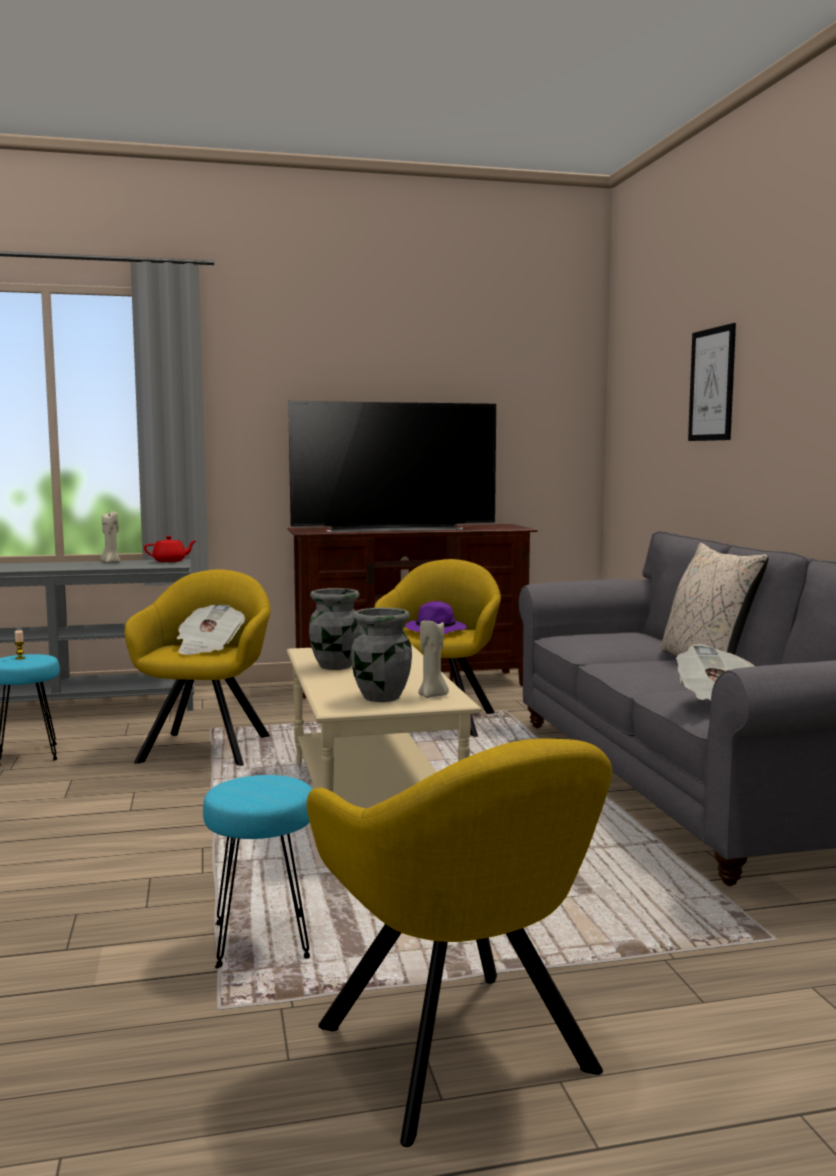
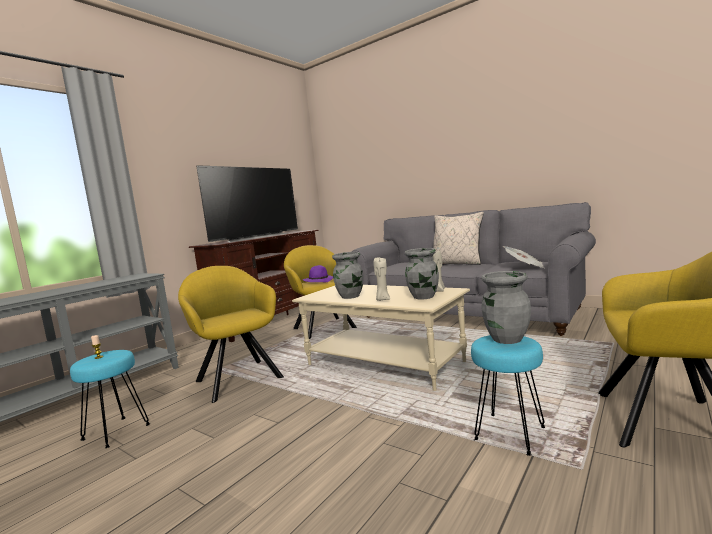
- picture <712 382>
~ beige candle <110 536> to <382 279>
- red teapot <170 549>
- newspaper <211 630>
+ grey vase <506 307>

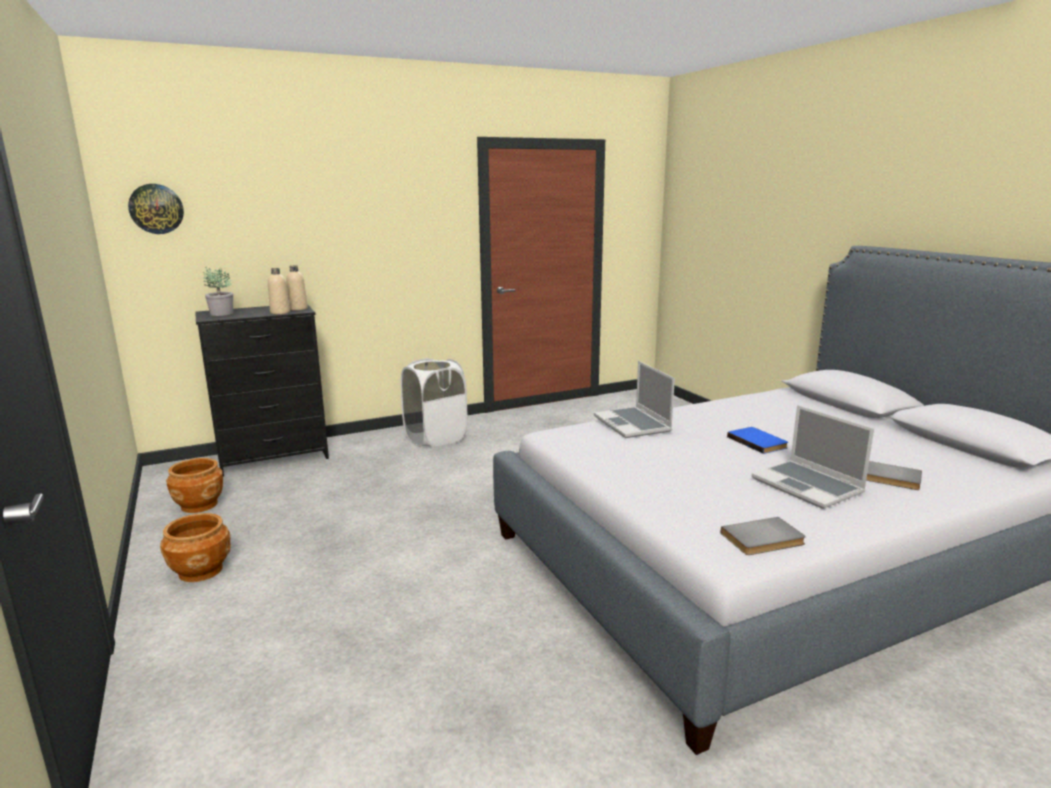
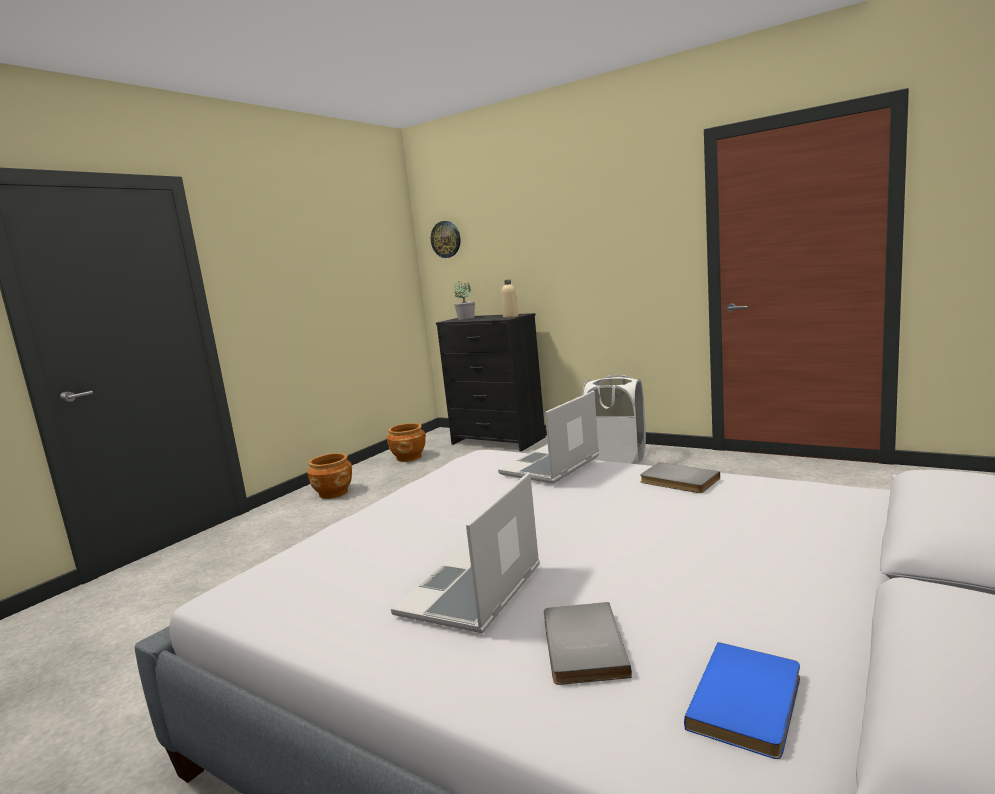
- beige bottle <279 291>
~ blue book <757 440> to <742 700>
~ grey book <763 536> to <680 477>

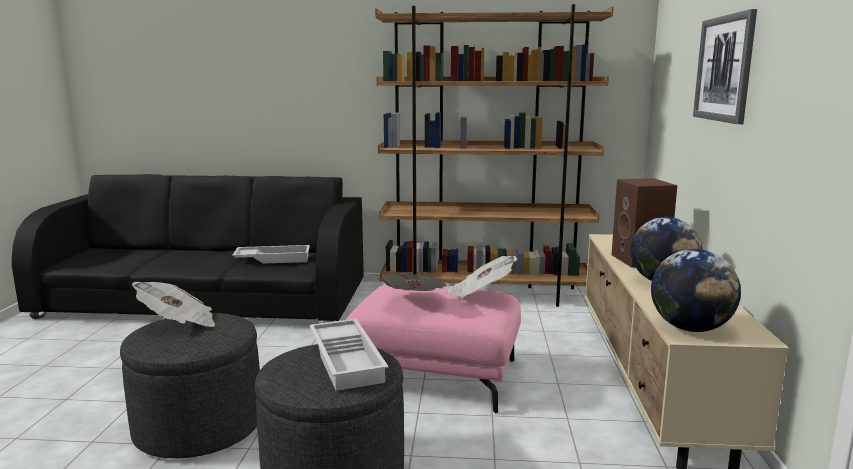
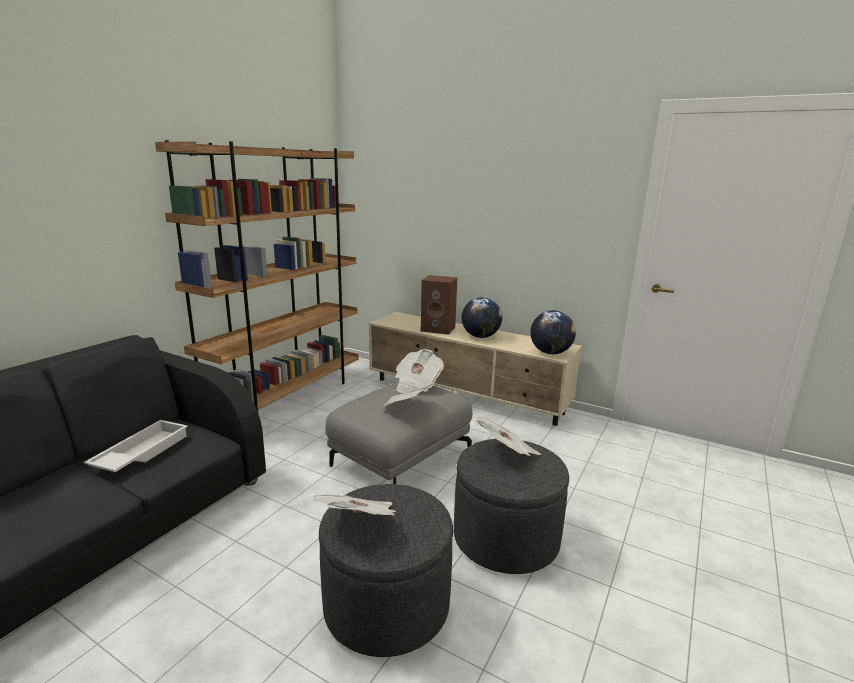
- picture <725 66>
~ pink ottoman <433 349> to grey ottoman <398 433>
~ white tray <349 355> to newspaper <507 436>

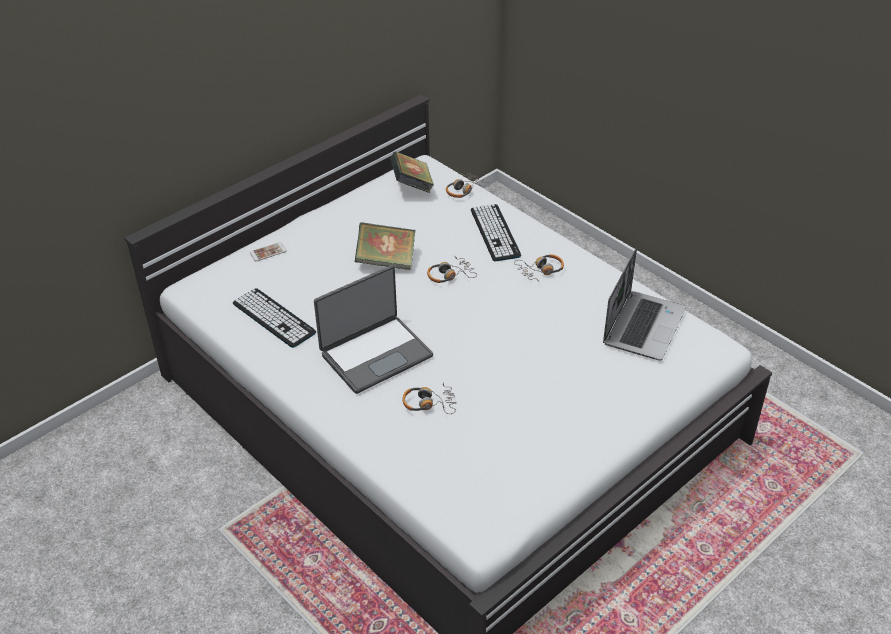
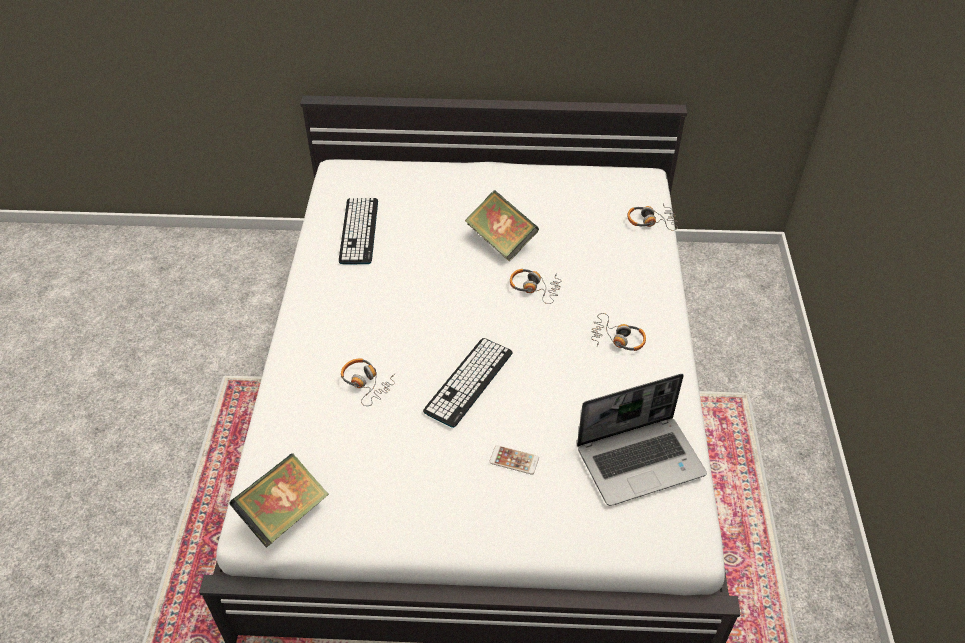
~ book <412 172> to <279 500>
~ keyboard <496 232> to <468 383>
~ phone <268 251> to <514 460>
- laptop <373 329>

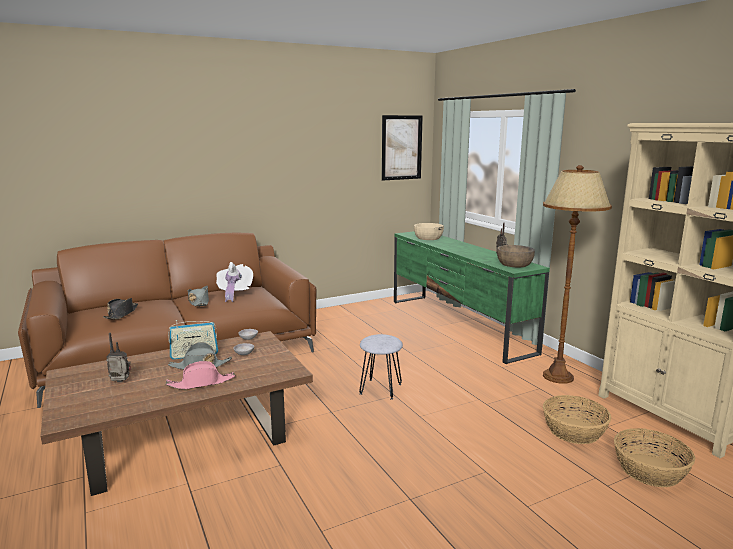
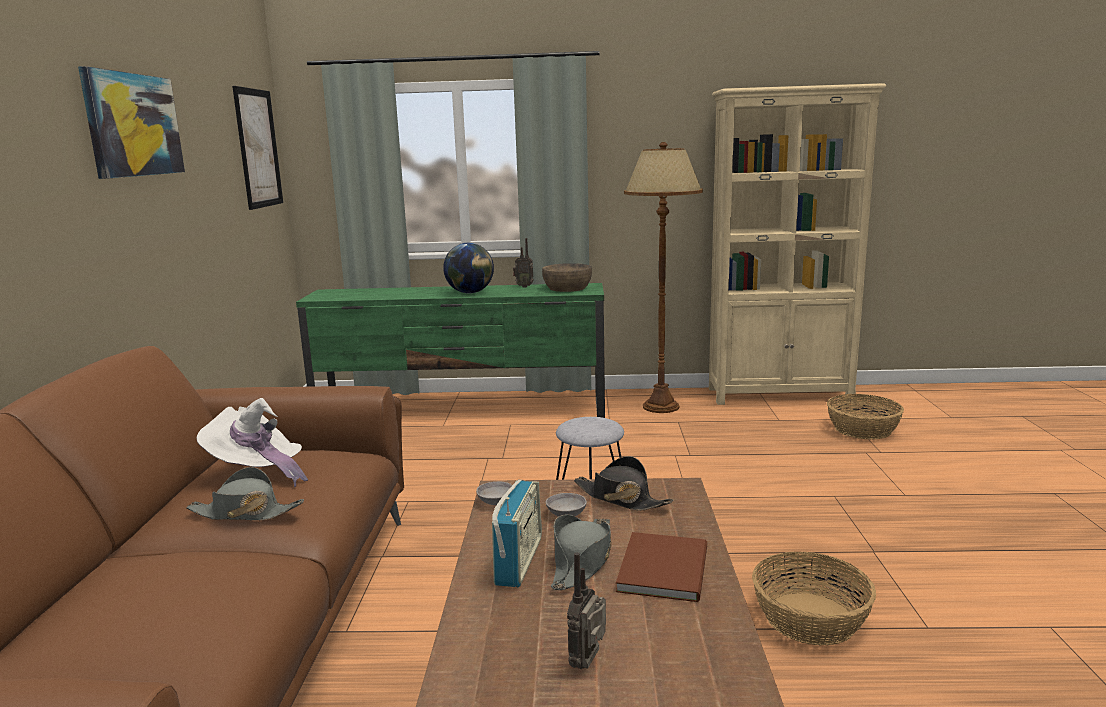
- beige bowl <429 231>
~ black hat <120 309> to <623 483>
~ pink hat <200 375> to brown book <661 567>
~ basket <577 419> to <814 598>
+ picture <131 122>
+ globe <468 268>

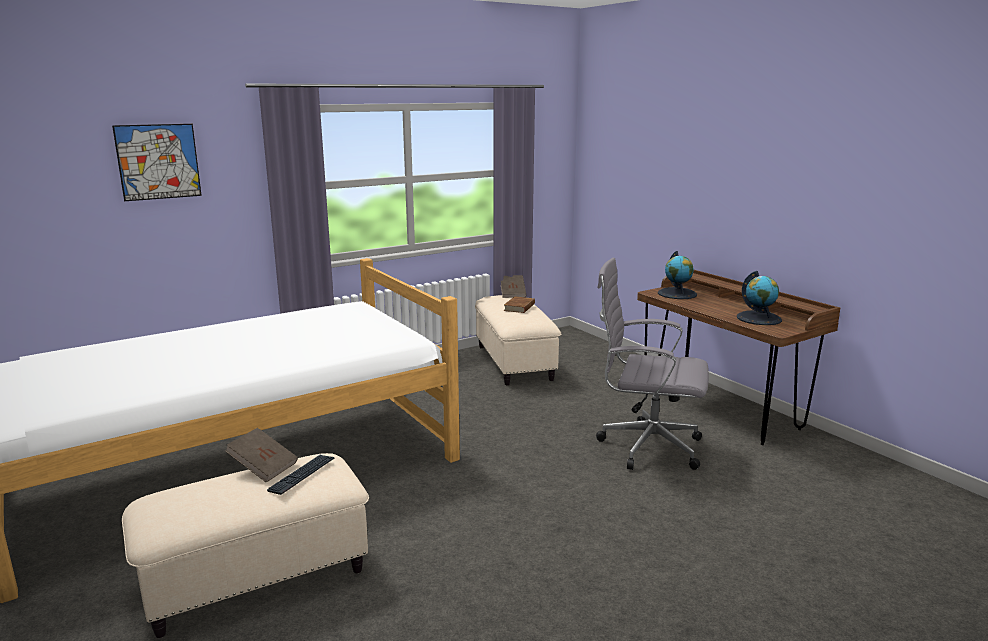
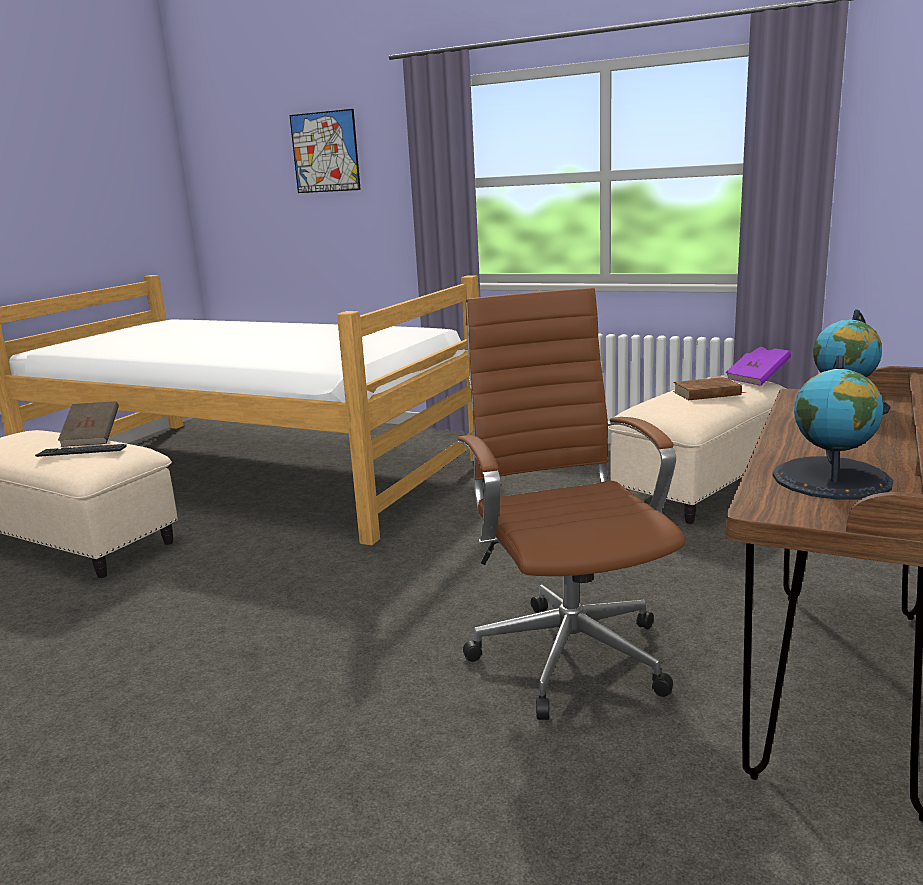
~ grey office chair <652 364> to brown office chair <571 504>
~ brown book <514 286> to purple book <758 366>

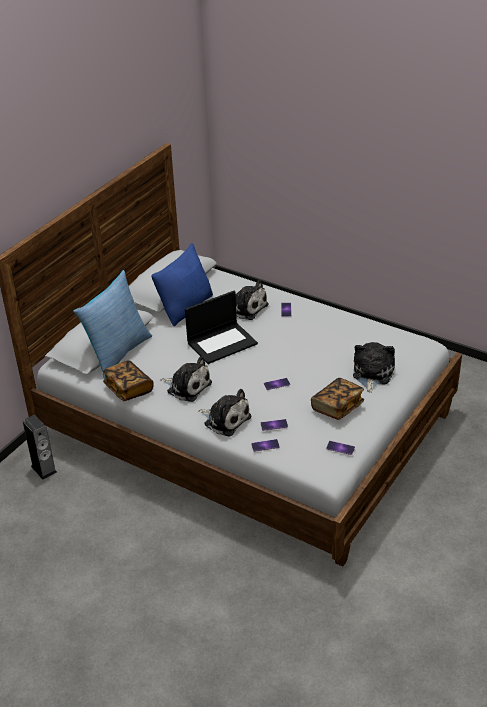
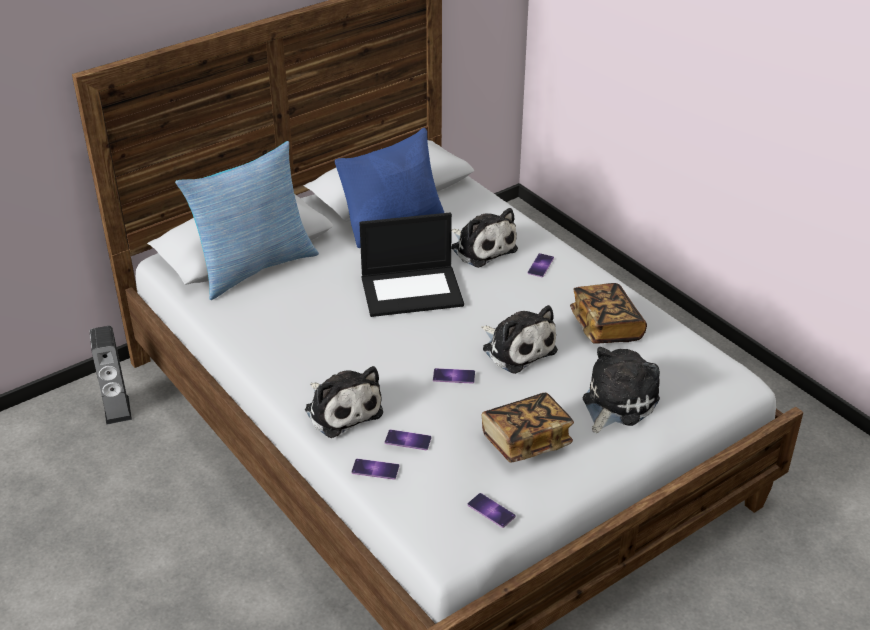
~ plush toy <186 379> to <519 339>
~ book <128 380> to <608 313>

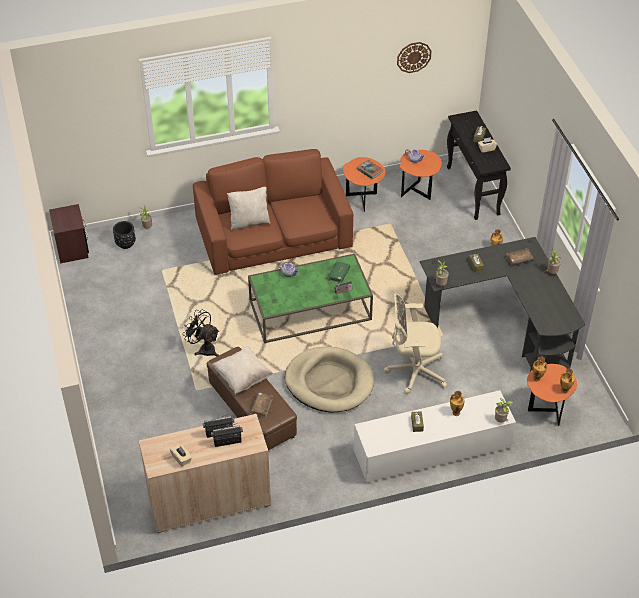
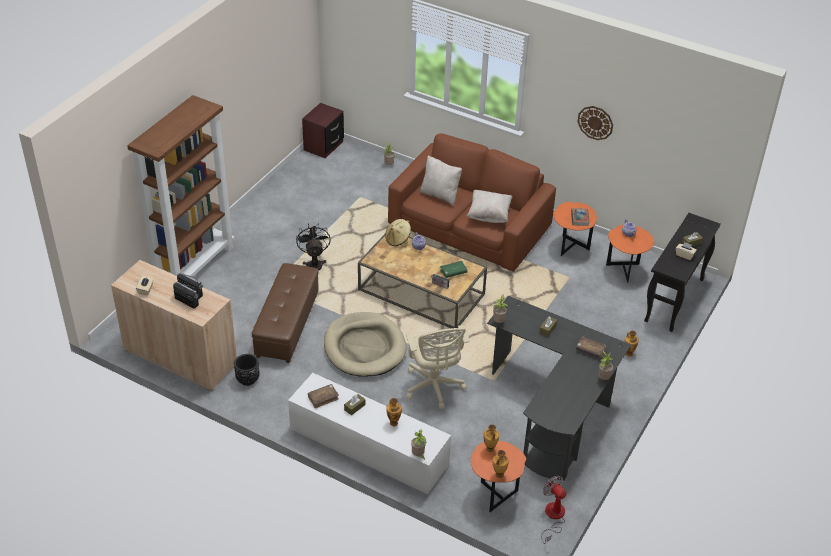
~ wall clock <414 57> to <595 123>
~ black planter <124 235> to <247 370>
~ green coffee table <310 298> to brown coffee table <422 281>
~ beige office chair <415 343> = <438 367> 150 degrees counterclockwise
~ beige pillow <242 370> to <489 206>
~ brown book <261 405> to <323 396>
+ brown bookcase <181 186>
+ beige hat <398 232>
+ fan <553 510>

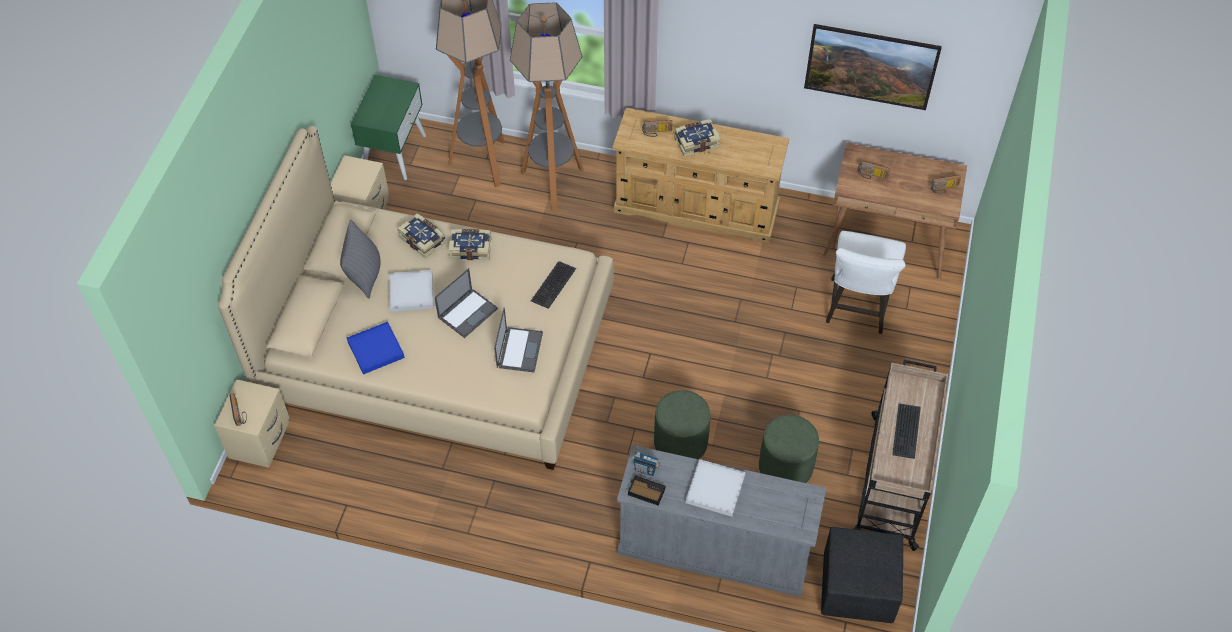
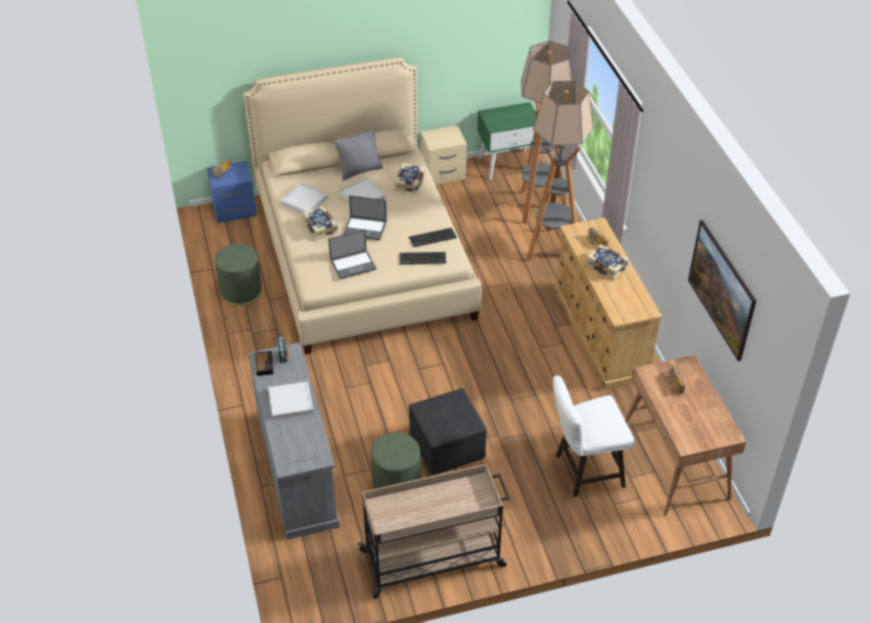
- radio <946 184>
~ book <469 244> to <320 223>
~ blue tray <376 348> to white tray <304 198>
~ beige nightstand <251 423> to blue nightstand <232 192>
~ green ottoman <682 424> to <238 275>
~ keyboard <906 431> to <433 237>
~ black ottoman <862 575> to <448 431>

